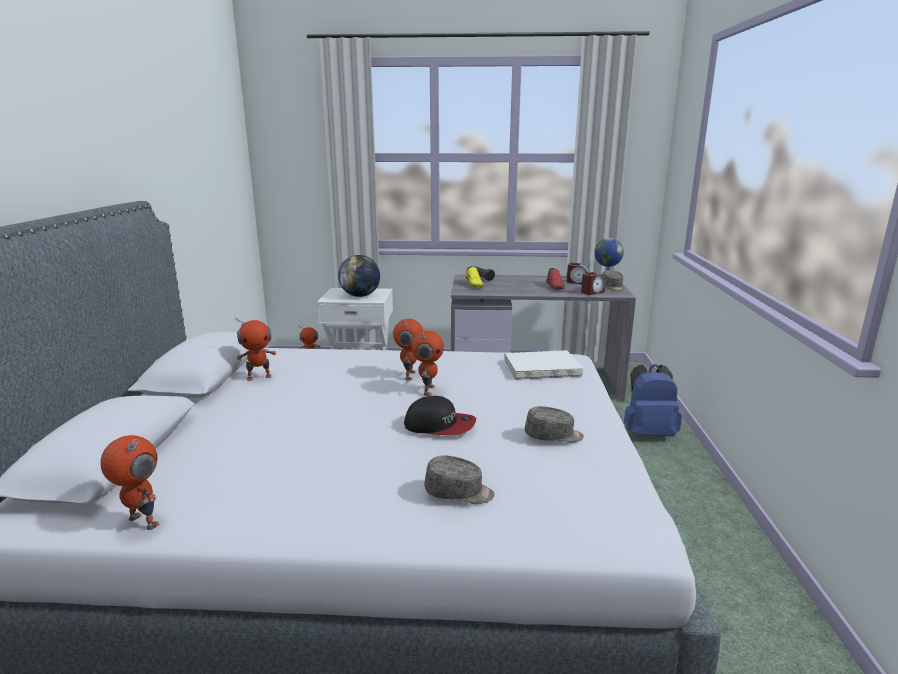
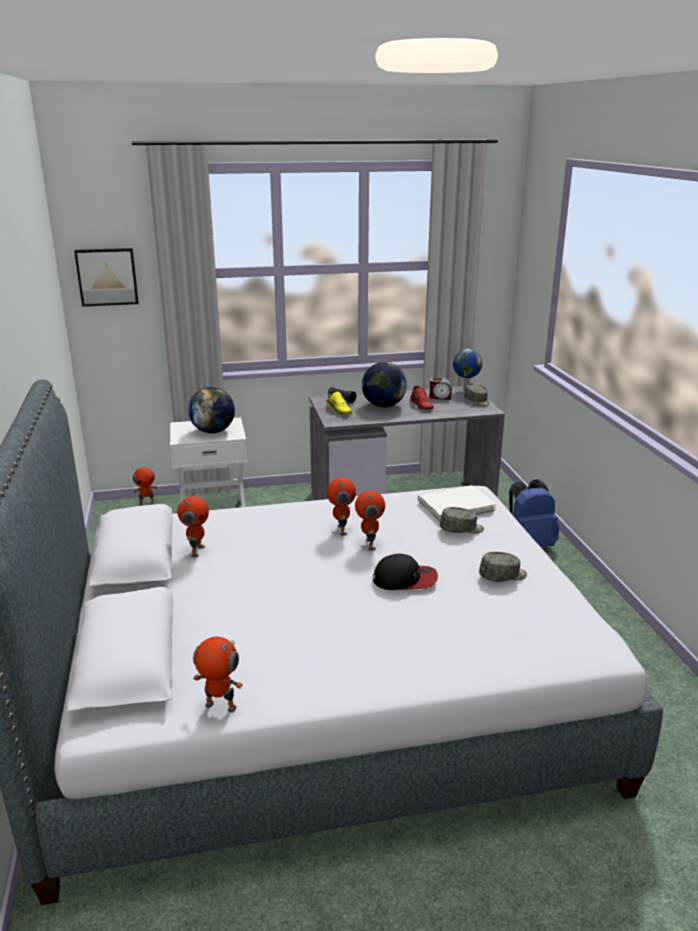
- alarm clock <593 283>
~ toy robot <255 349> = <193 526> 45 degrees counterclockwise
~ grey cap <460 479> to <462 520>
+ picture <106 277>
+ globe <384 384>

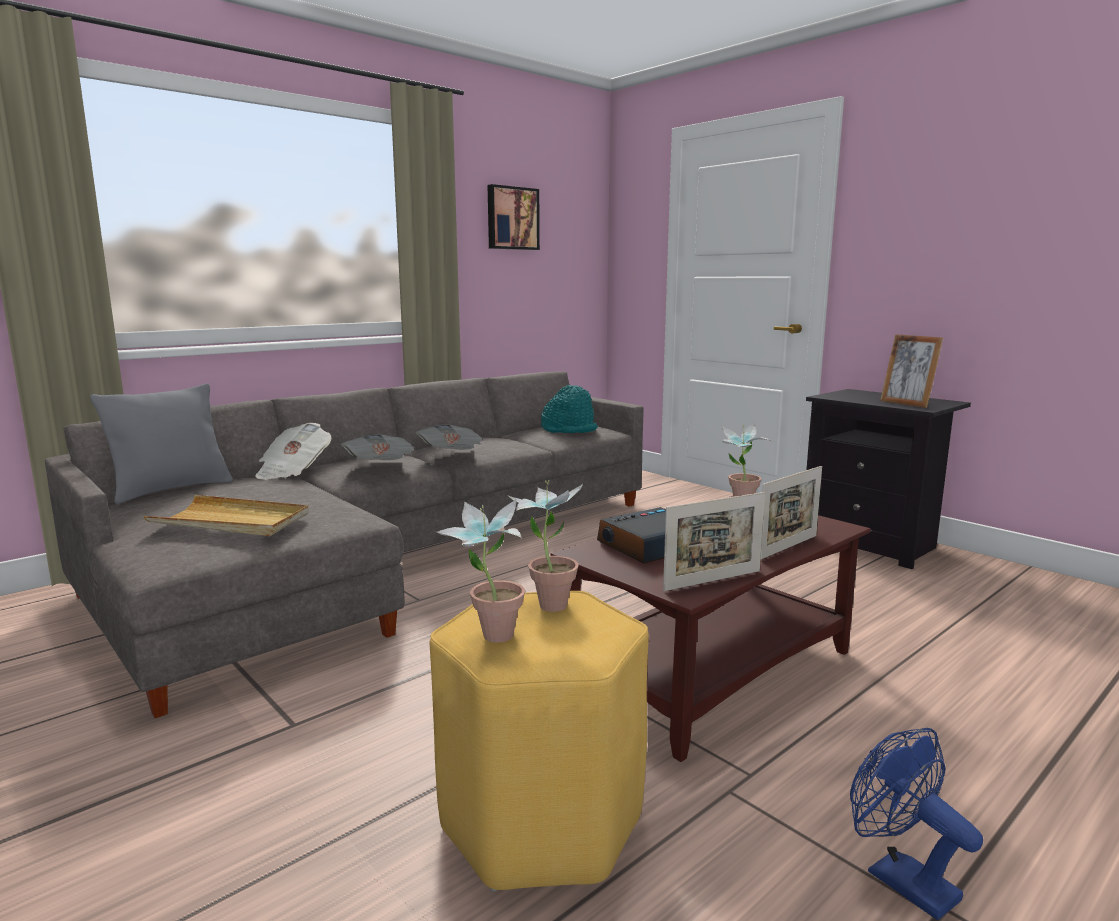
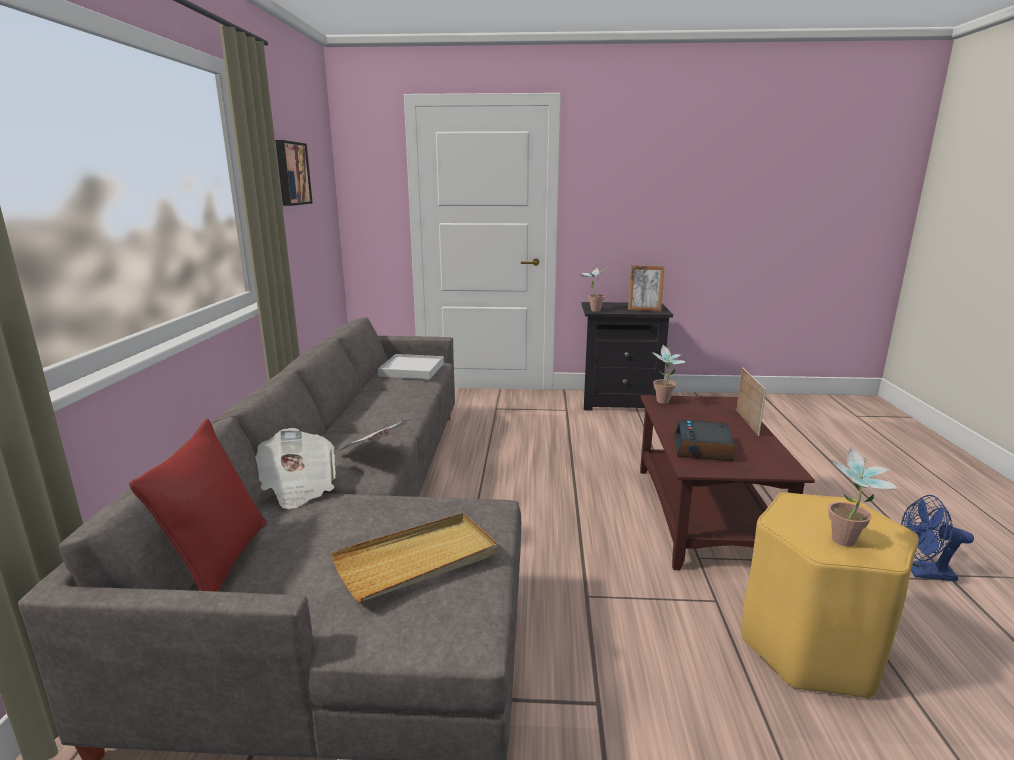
~ grey pillow <161 443> to red pillow <198 505>
~ turquoise hat <569 409> to white tray <411 366>
- newspaper <449 437>
~ potted plant <545 546> to <593 289>
- picture frame <714 541>

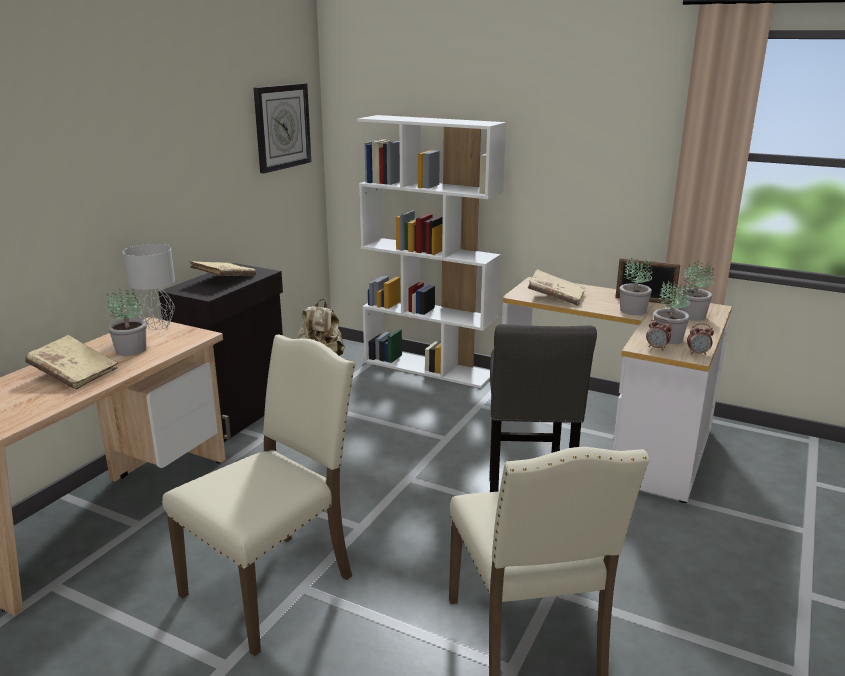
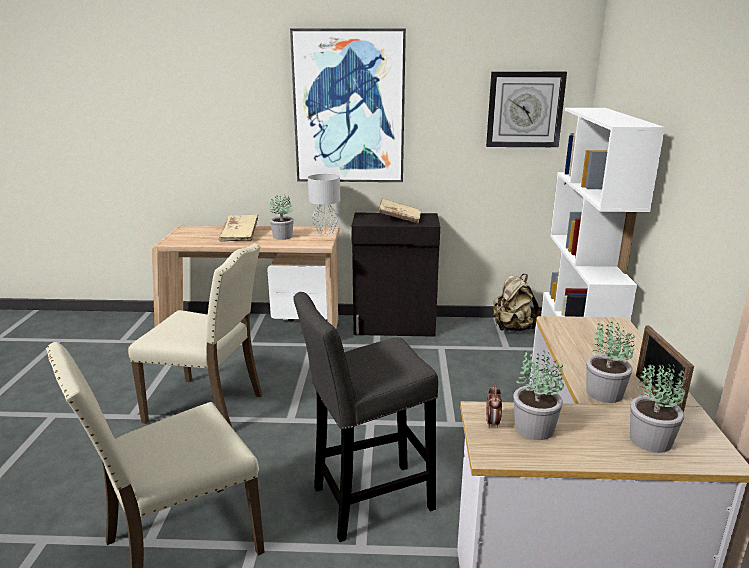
- beige book <556 287>
- alarm clock <700 339>
+ picture <348 105>

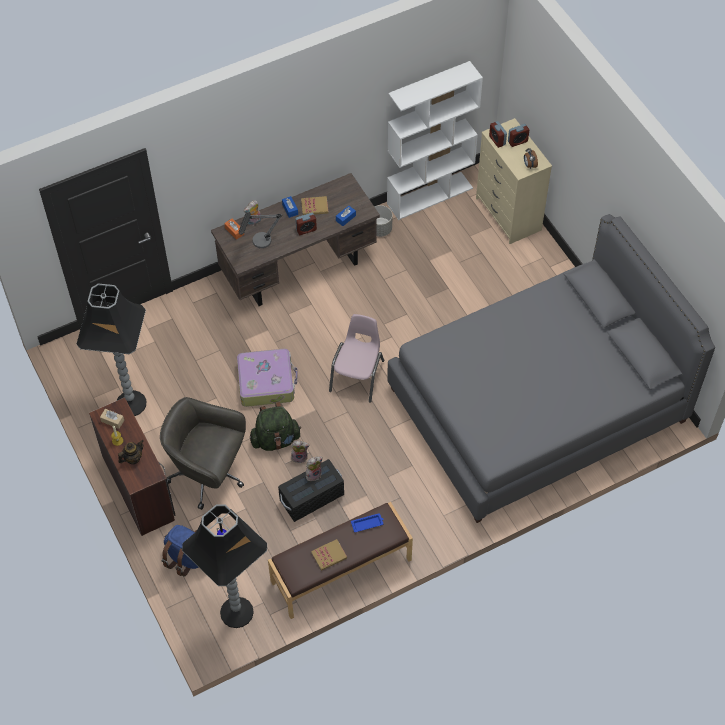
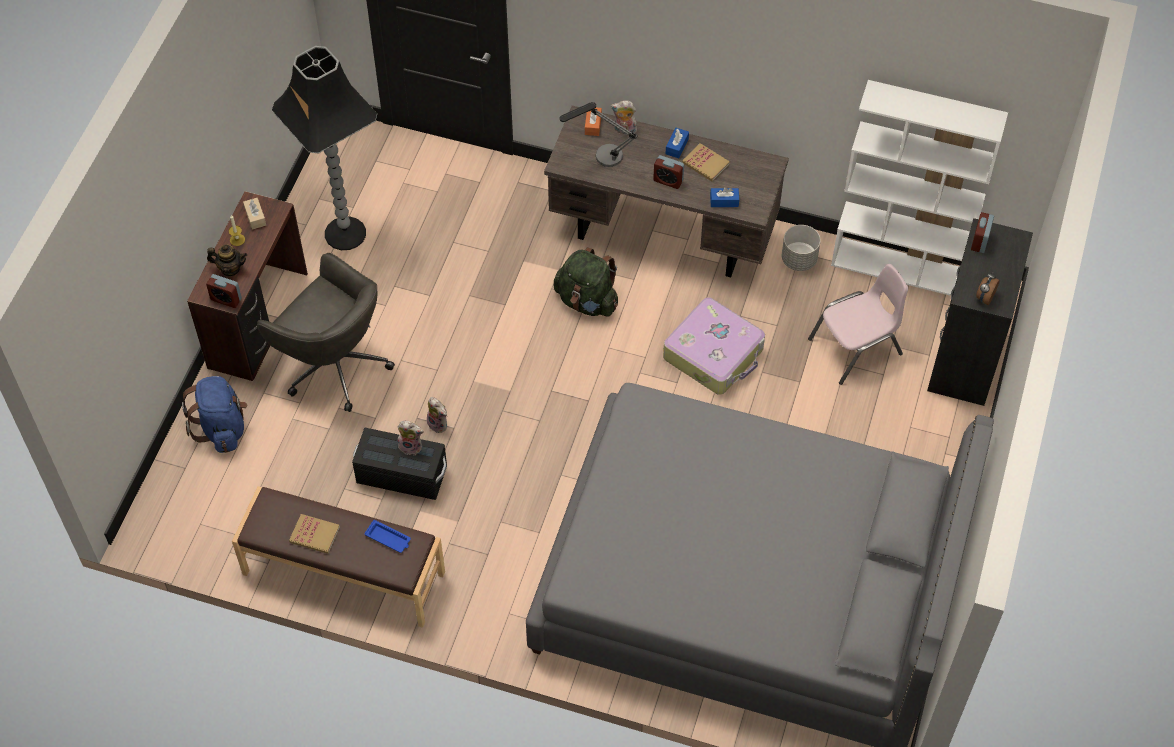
~ beige dresser <514 181> to black dresser <980 312>
~ alarm clock <518 135> to <224 291>
~ pink chair <356 358> to <858 324>
~ suitcase <267 378> to <714 346>
~ grey office chair <203 453> = <326 332> 150 degrees clockwise
~ green backpack <275 426> to <586 282>
- black floor lamp <224 566>

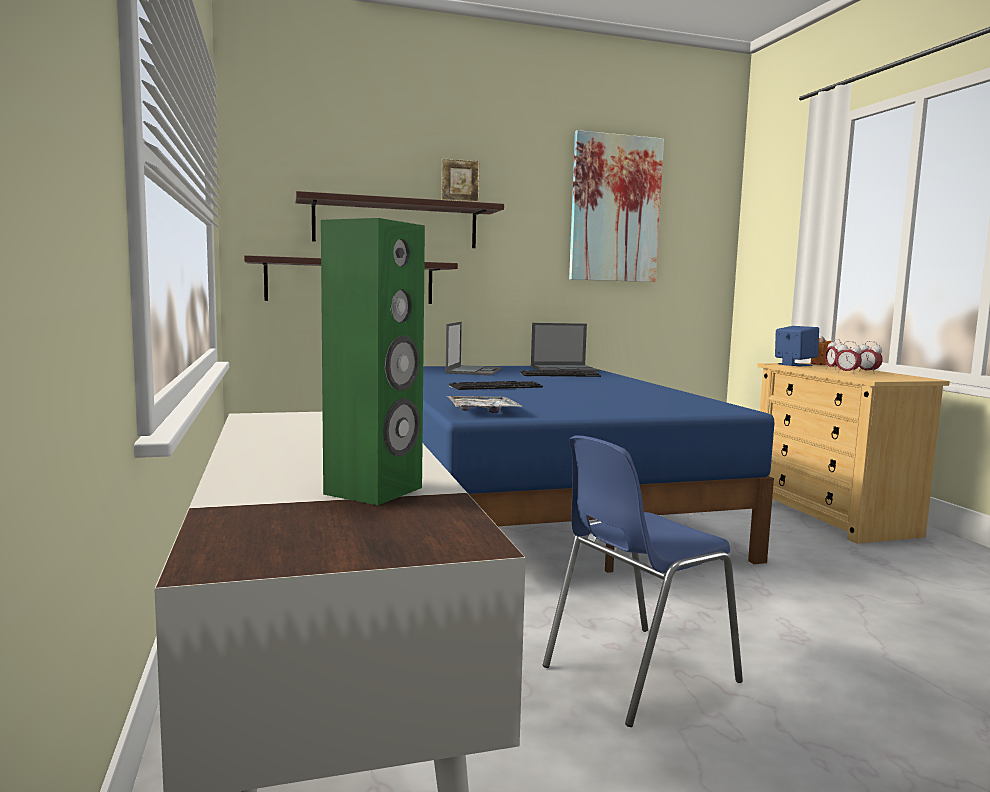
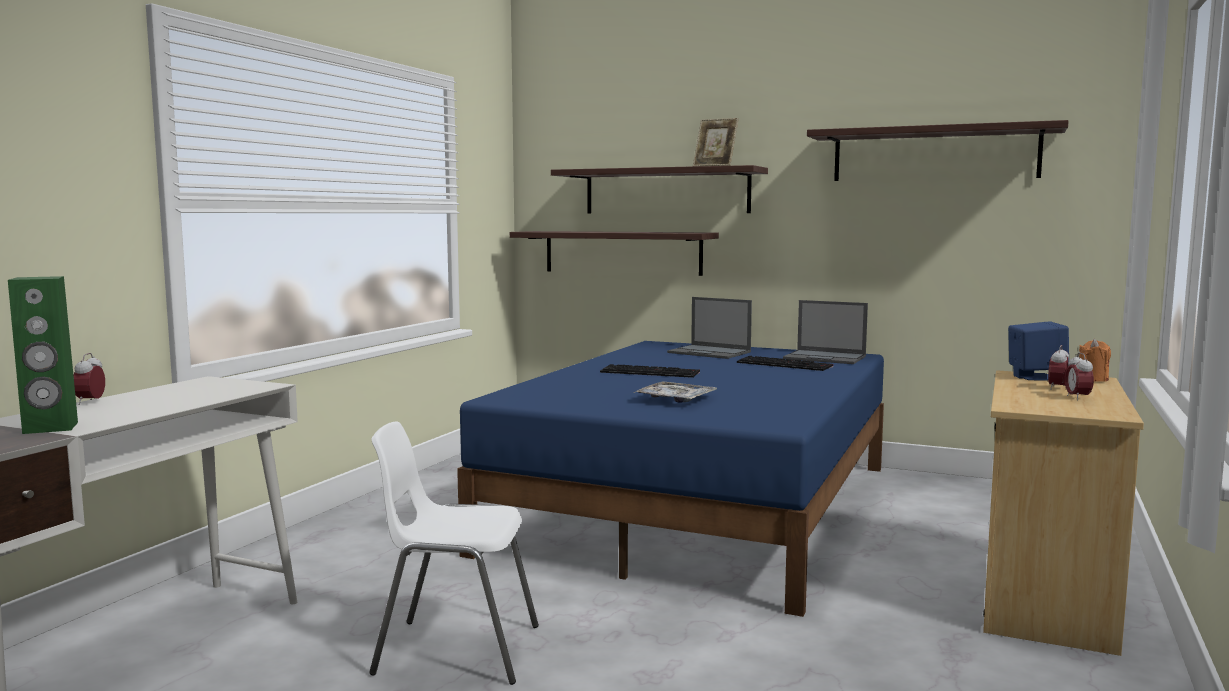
~ picture <616 206> to shelf <938 150>
~ laptop <474 348> = <709 328> 75 degrees clockwise
~ alarm clock <849 357> to <89 379>
~ tray <484 404> to <675 392>
~ blue chair <643 581> to white chair <454 553>

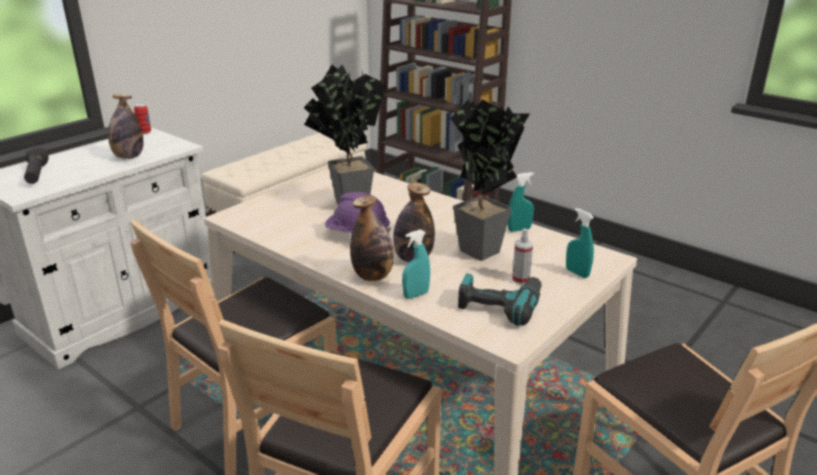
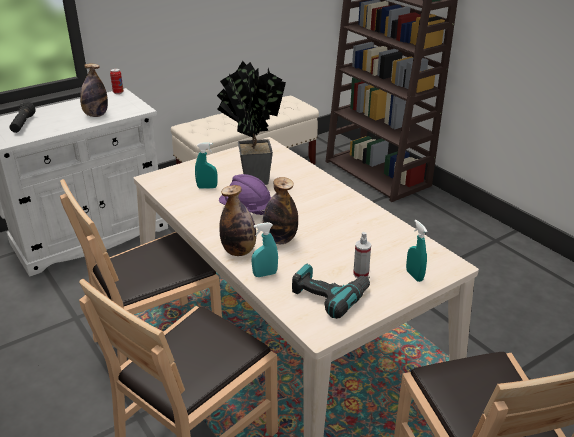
- potted plant <490 180>
~ turquoise spray bottle <520 202> to <206 165>

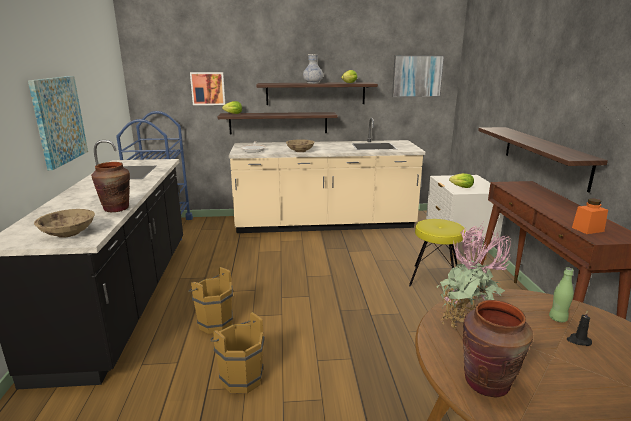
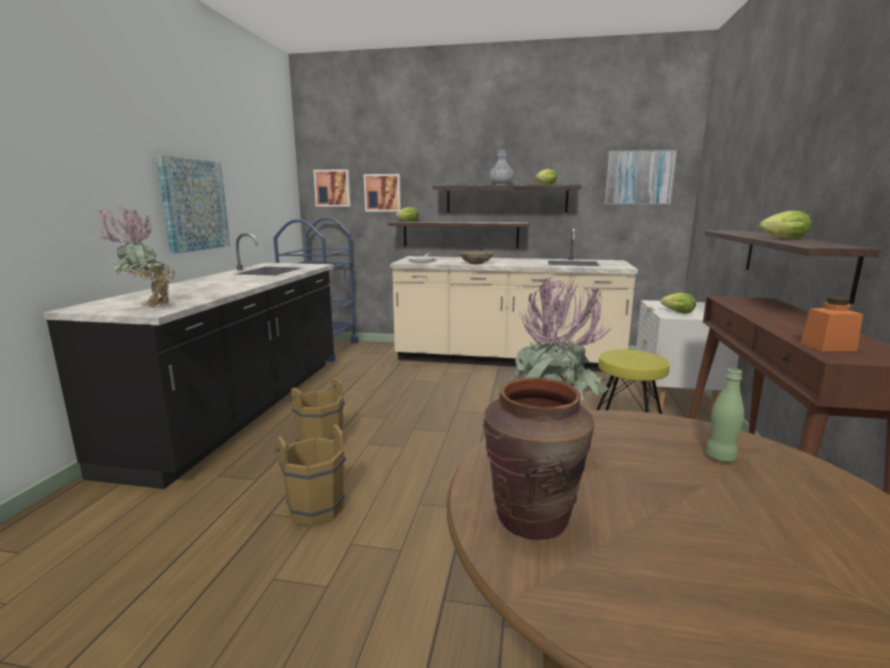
- brown vase <110 187>
~ beige bowl <64 223> to potted plant <135 256>
- black candle <579 328>
+ picture <332 188>
+ lettuce <785 225>

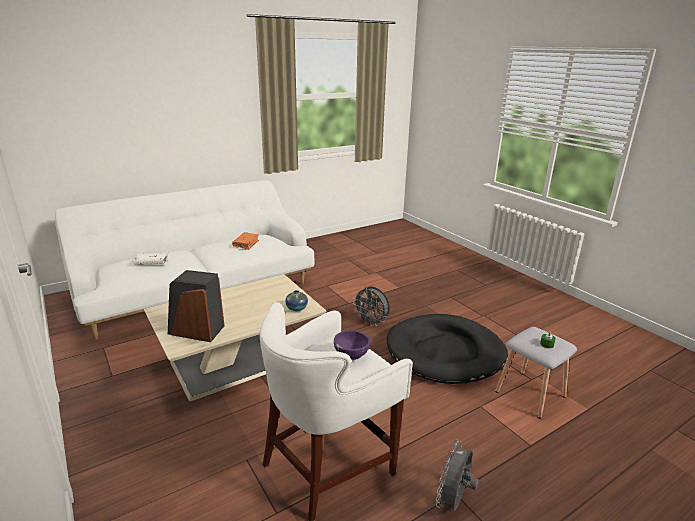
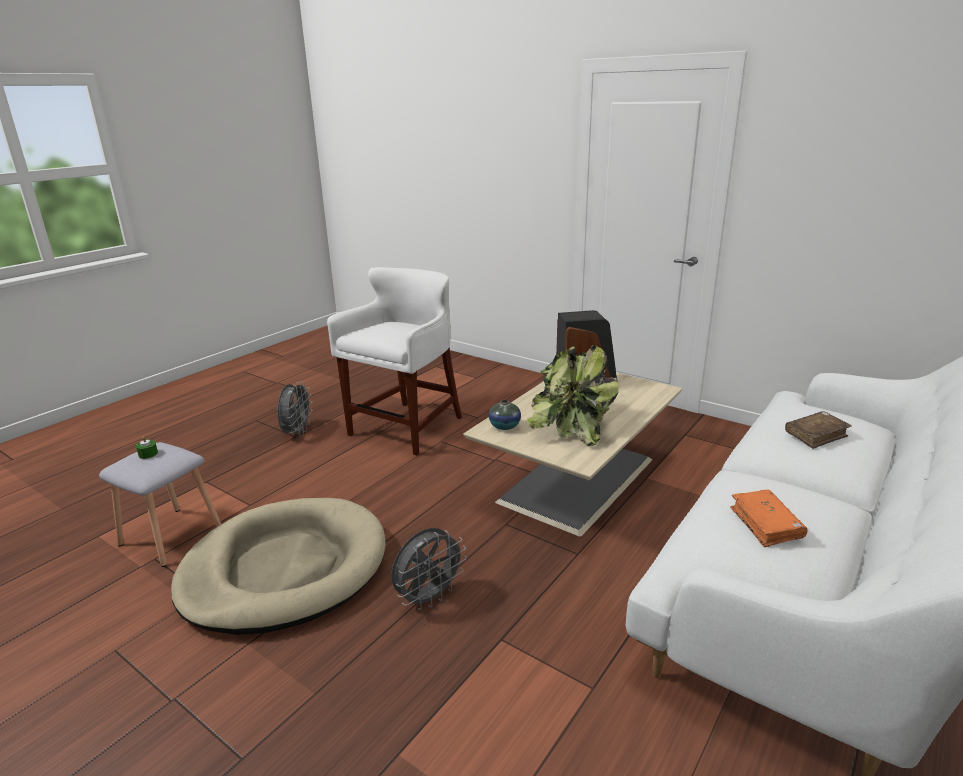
~ white book <151 258> to brown book <818 430>
~ grey fan <371 306> = <428 569> 120 degrees clockwise
~ black dog bed <447 349> to beige dog bed <278 566>
- purple bowl <352 345>
+ potted plant <573 395>

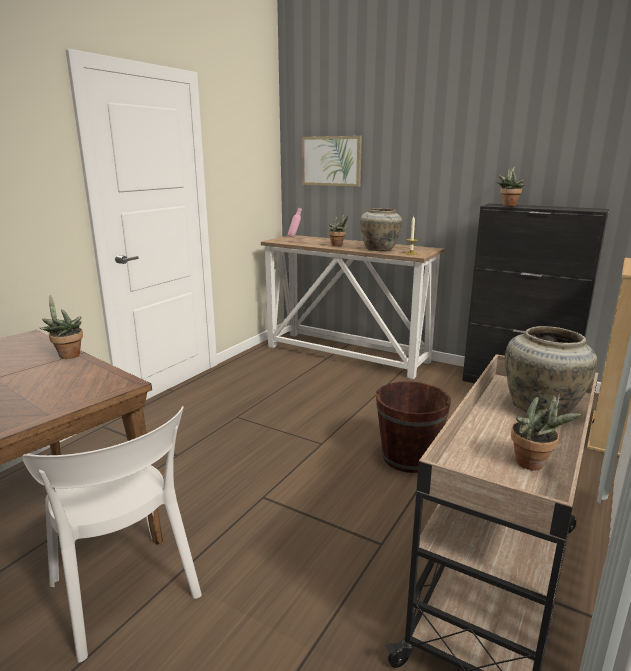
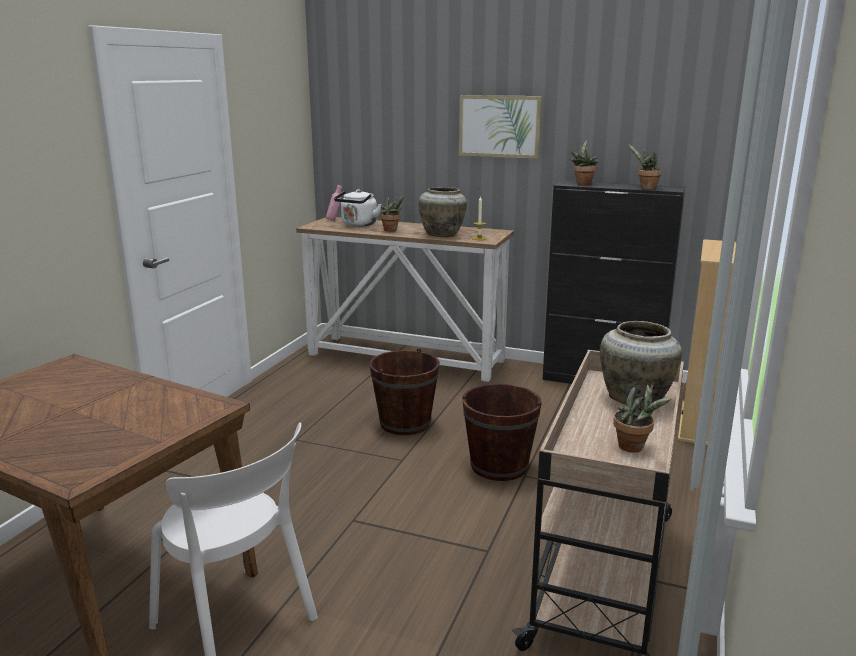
~ picture <332 161> to <500 127>
~ potted plant <61 327> to <645 167>
+ white kettle <358 208>
+ brown bucket <404 391>

